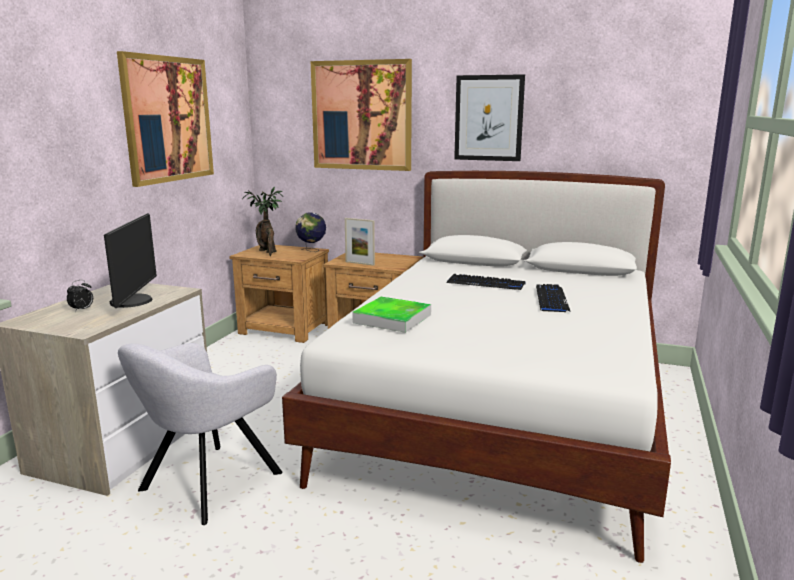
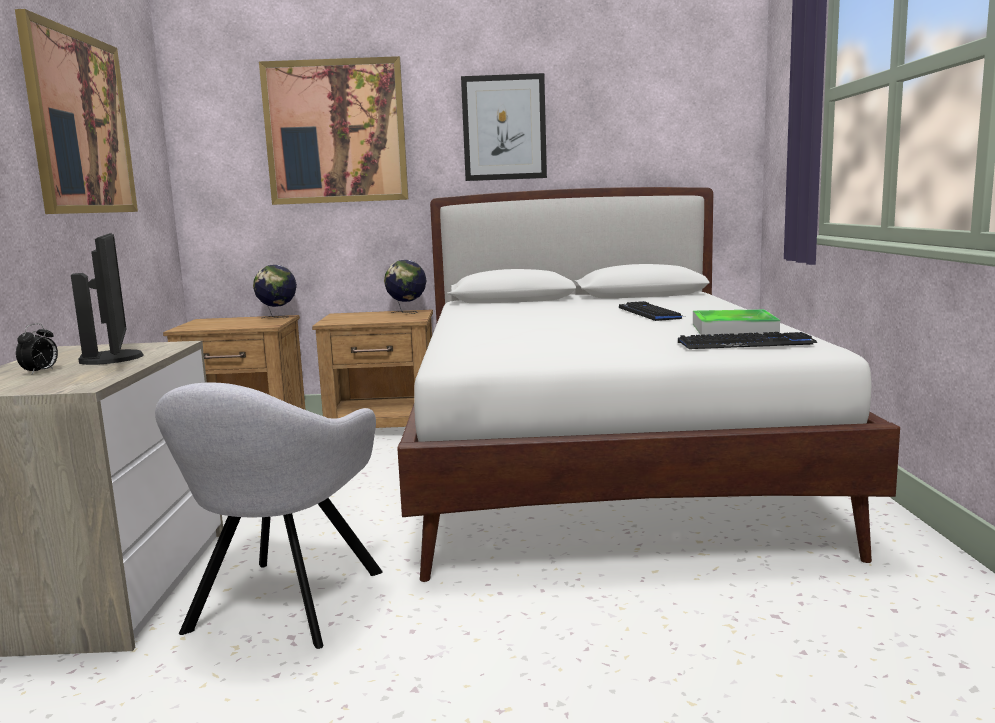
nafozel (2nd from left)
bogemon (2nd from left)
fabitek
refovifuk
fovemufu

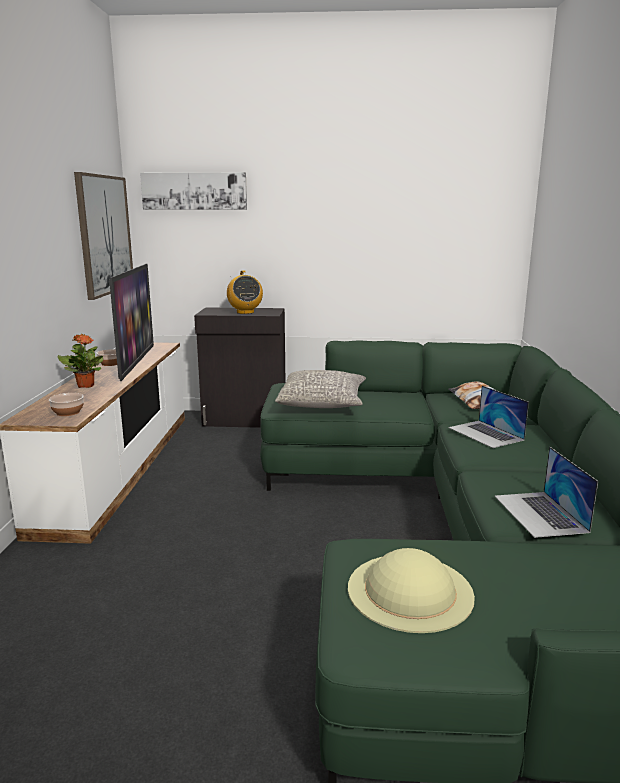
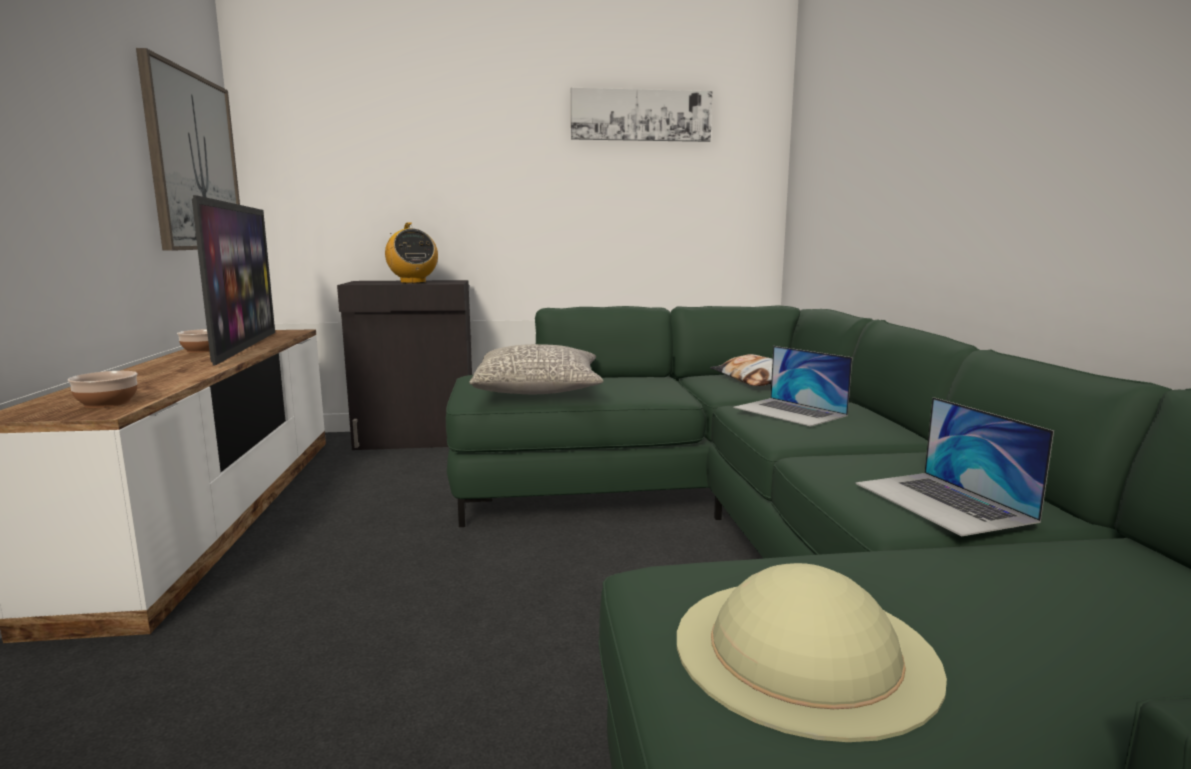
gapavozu (2nd from left)
refovifuk

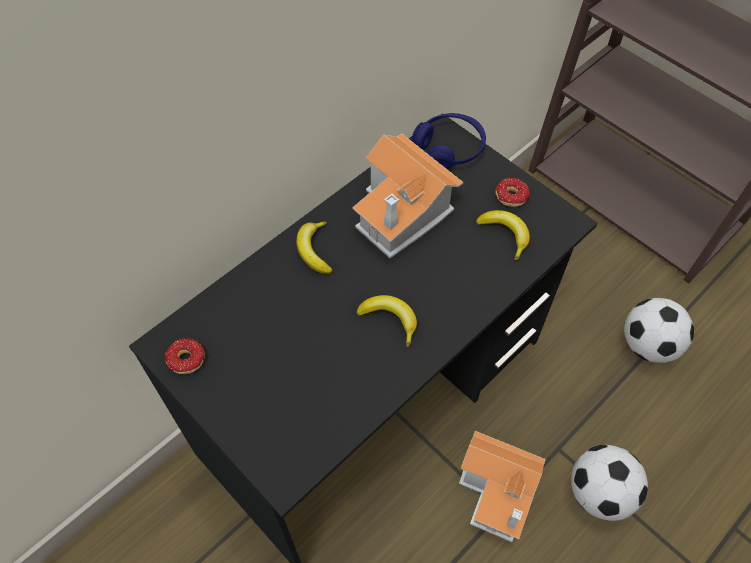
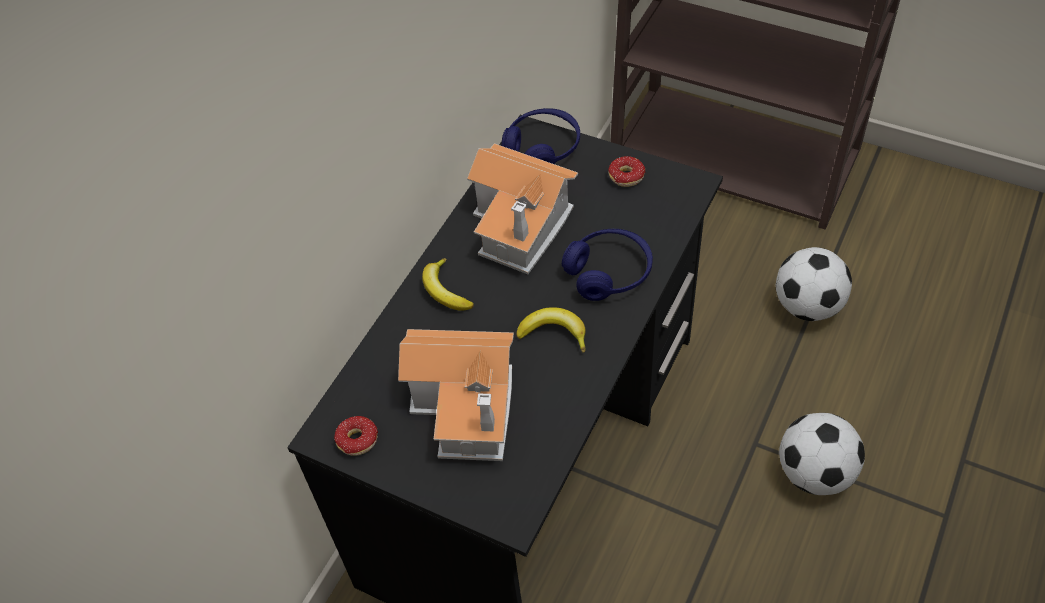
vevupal (1st from left)
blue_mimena (2nd from left)
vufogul (3rd from left in the first image)

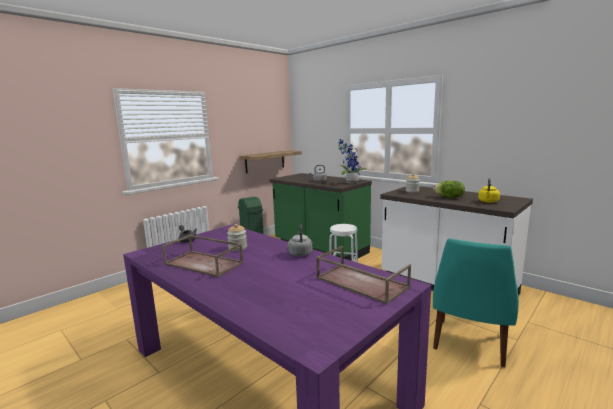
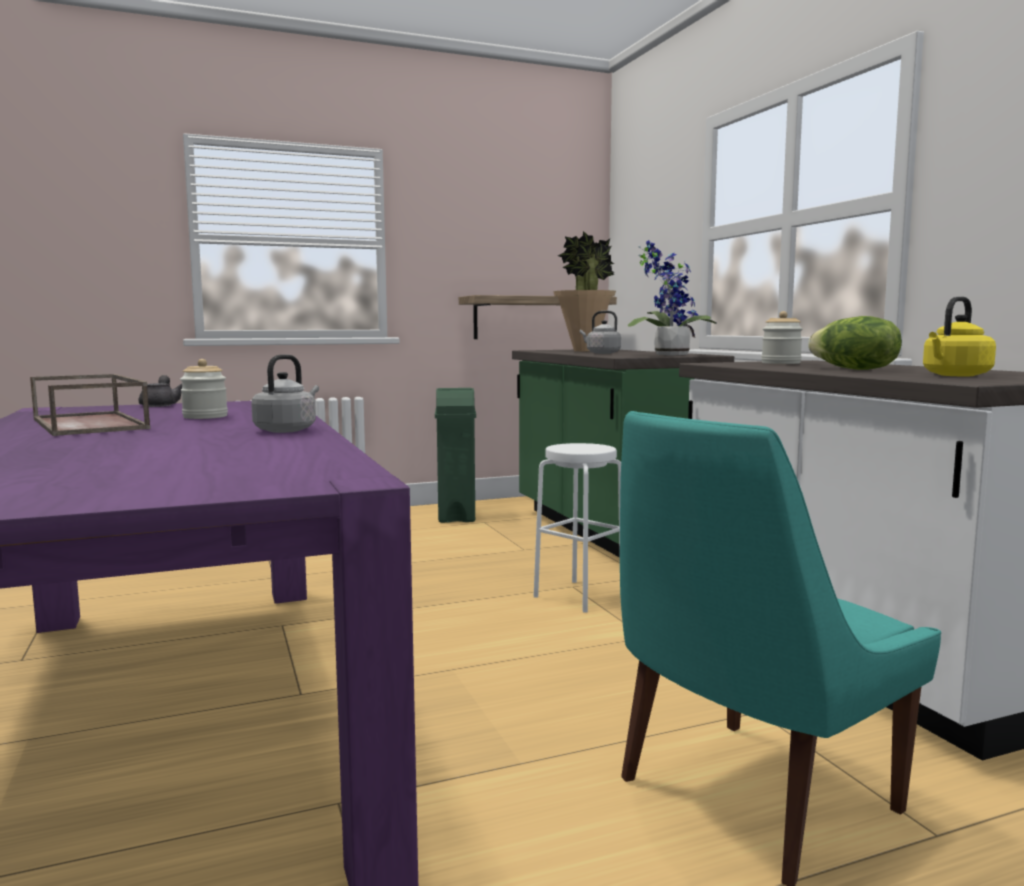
refovifuk (1st from left)
brown_fabitek (2nd from left in the first image)

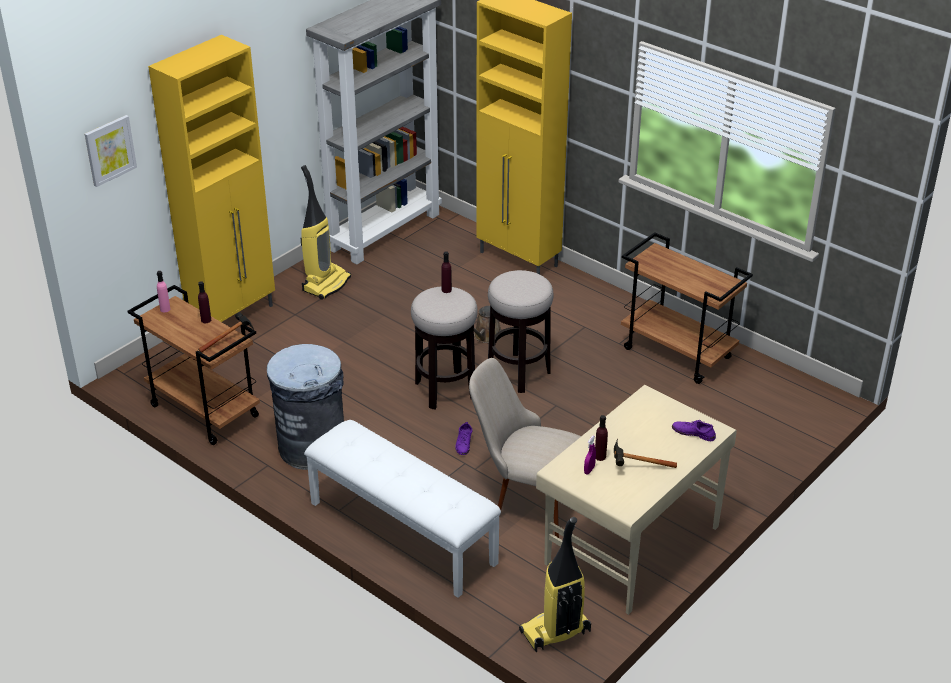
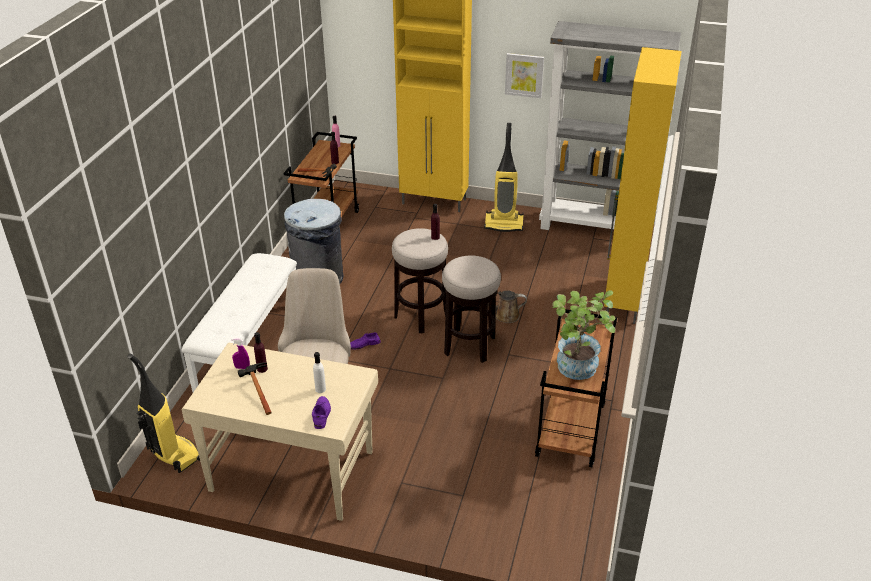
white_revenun
gapavozu
refovifuk

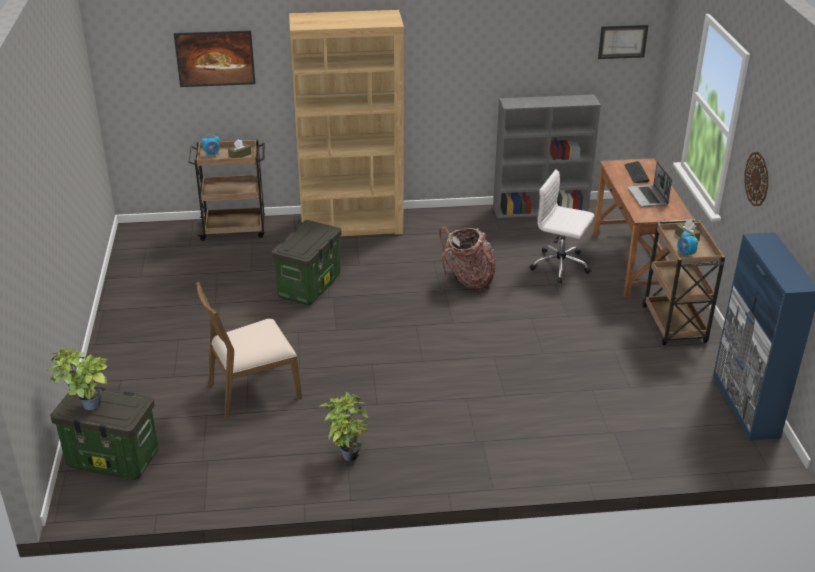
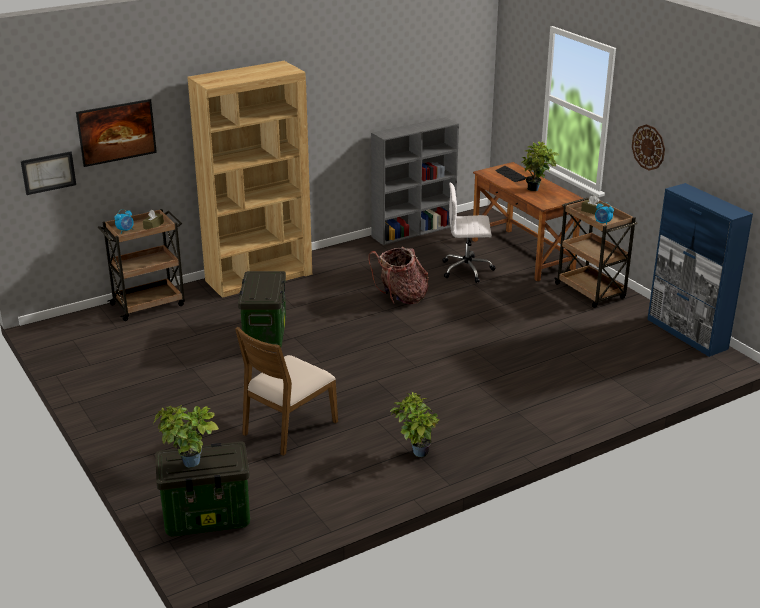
gapavozu (1st from left)
refovifuk (3rd from left)

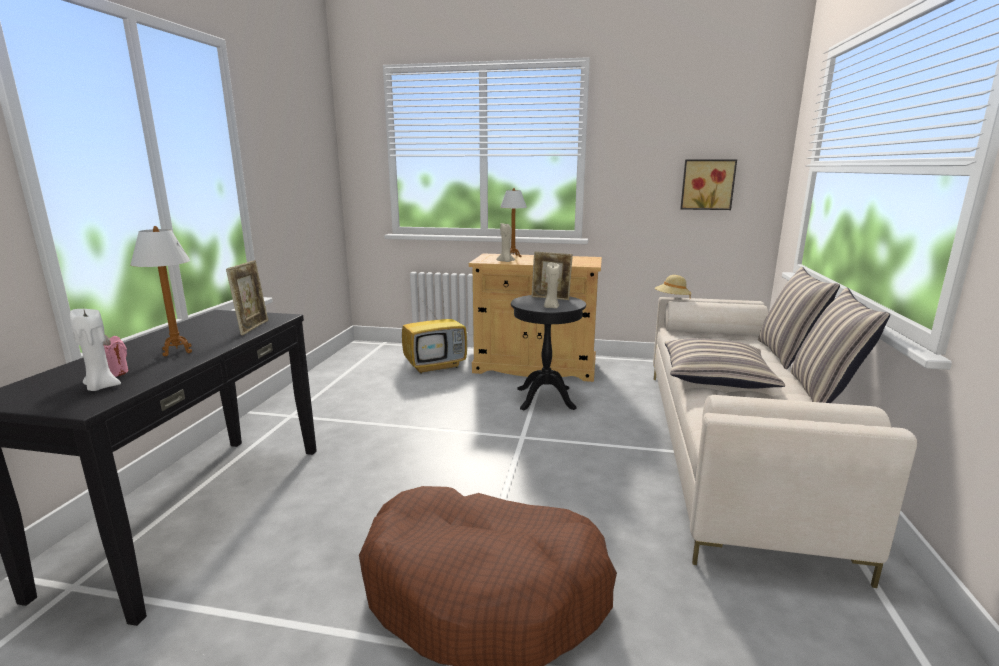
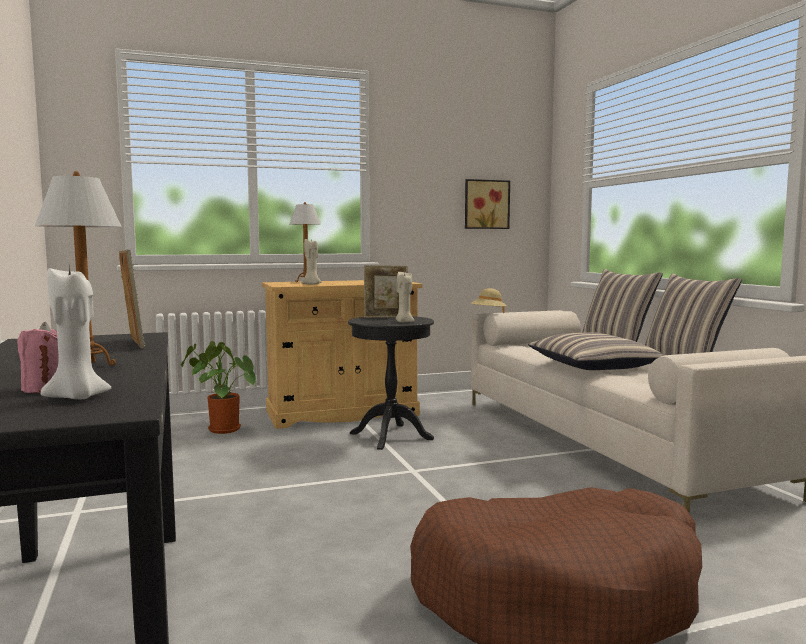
refovifuk

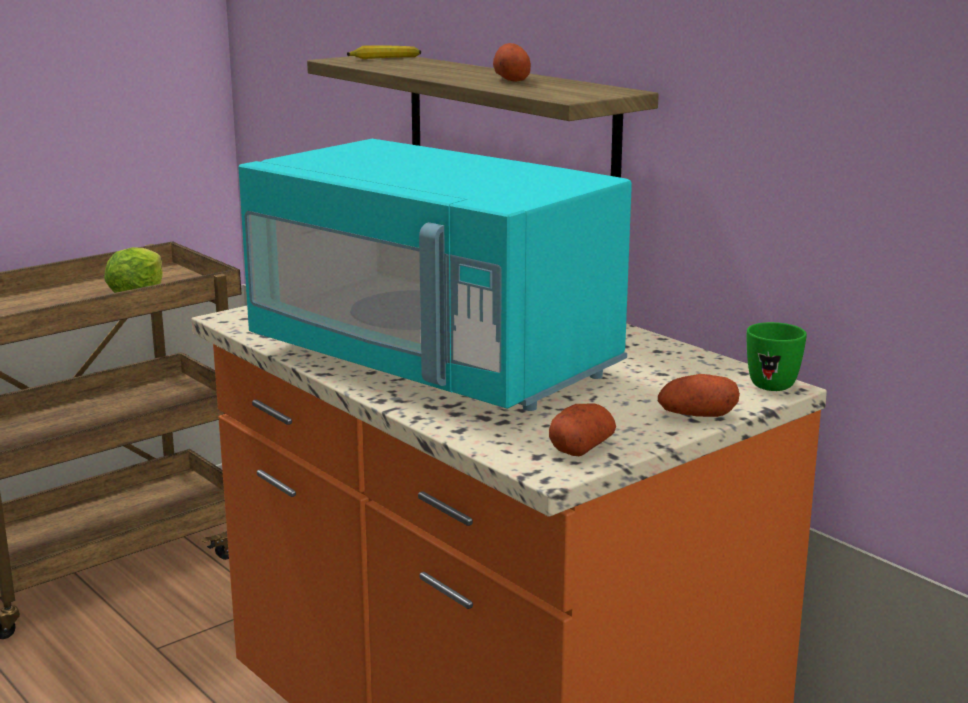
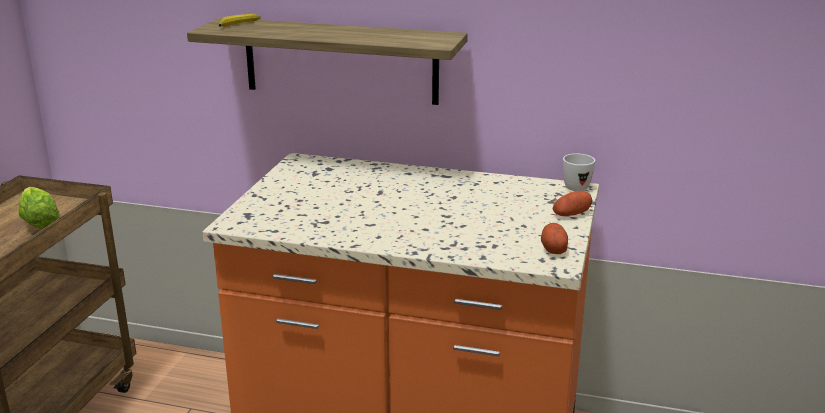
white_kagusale
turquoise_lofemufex
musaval (1st from left in the first image)

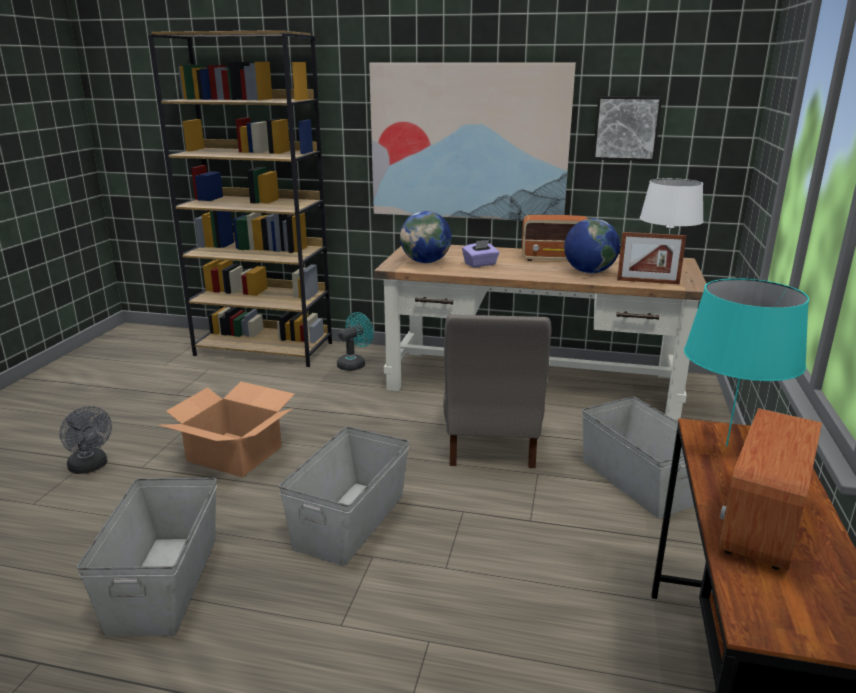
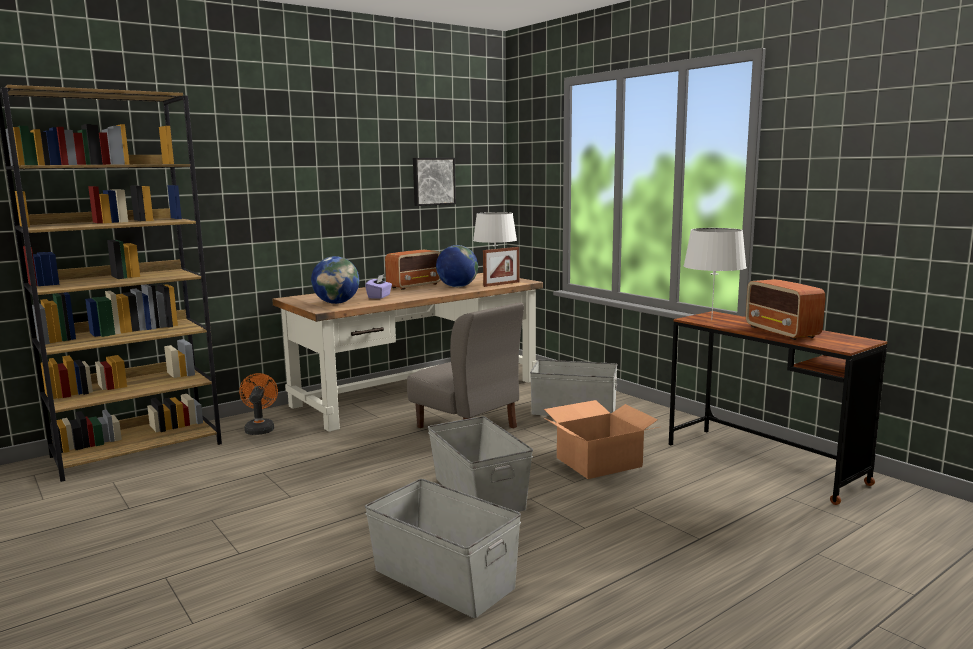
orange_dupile
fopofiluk
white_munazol (2nd from left)
grey_dupile
gapavozu (1st from left in the first image)

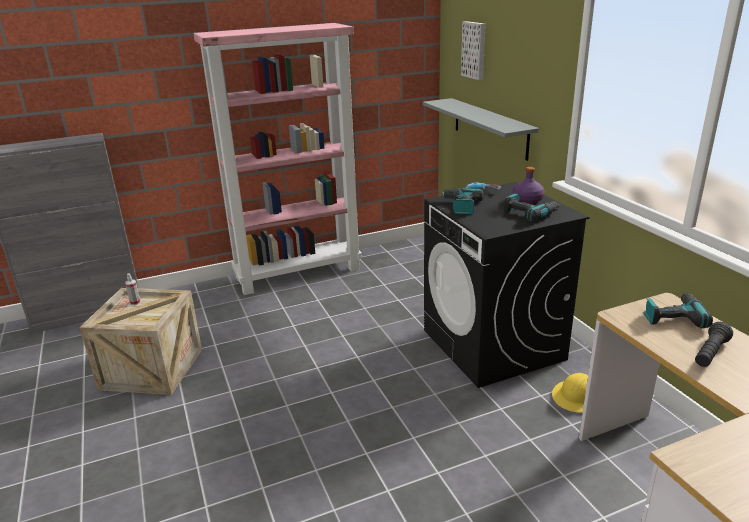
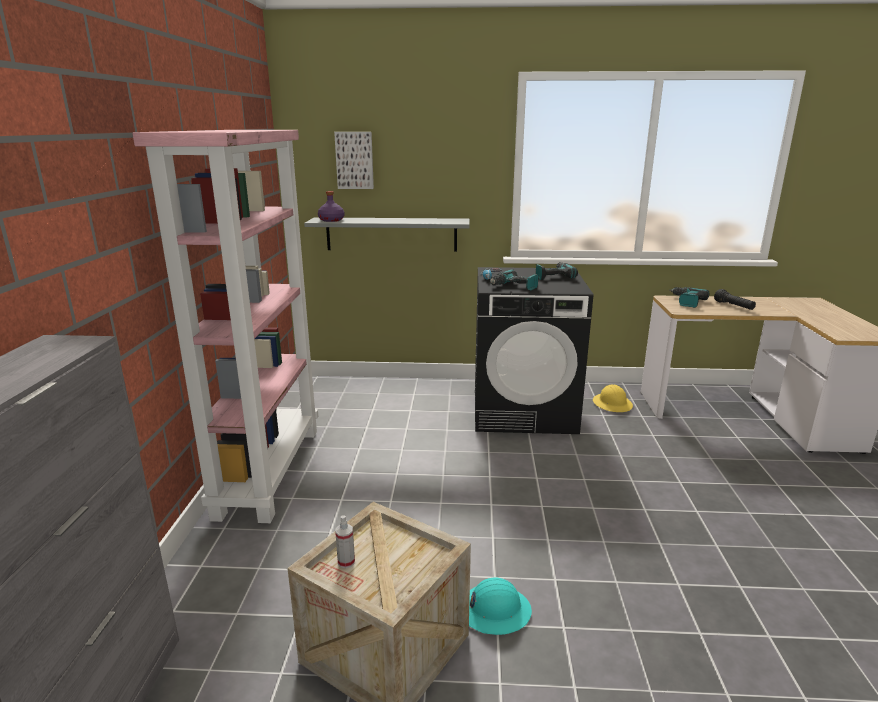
purple_revenun
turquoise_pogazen

